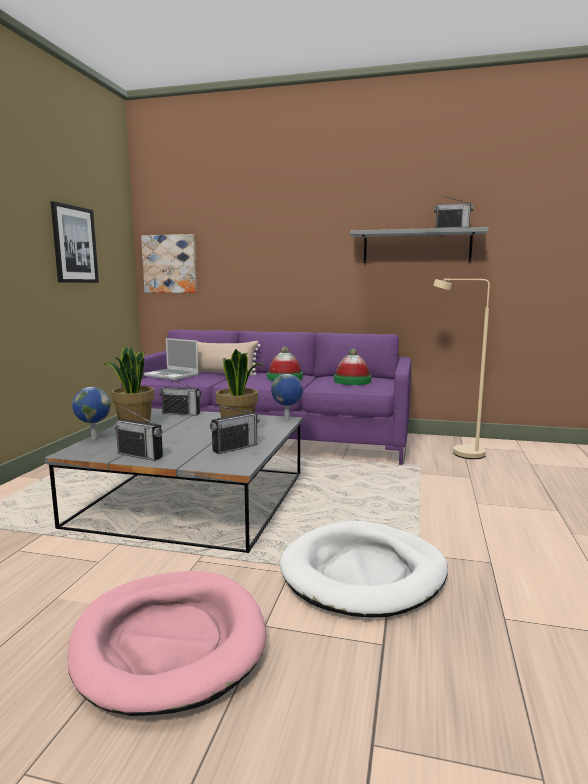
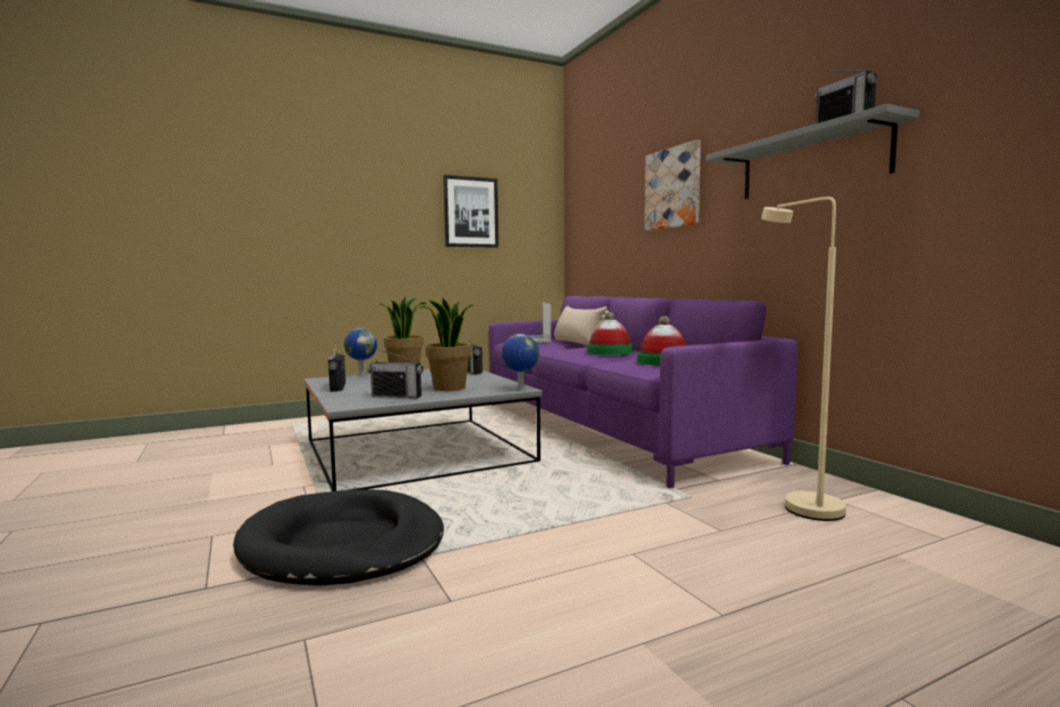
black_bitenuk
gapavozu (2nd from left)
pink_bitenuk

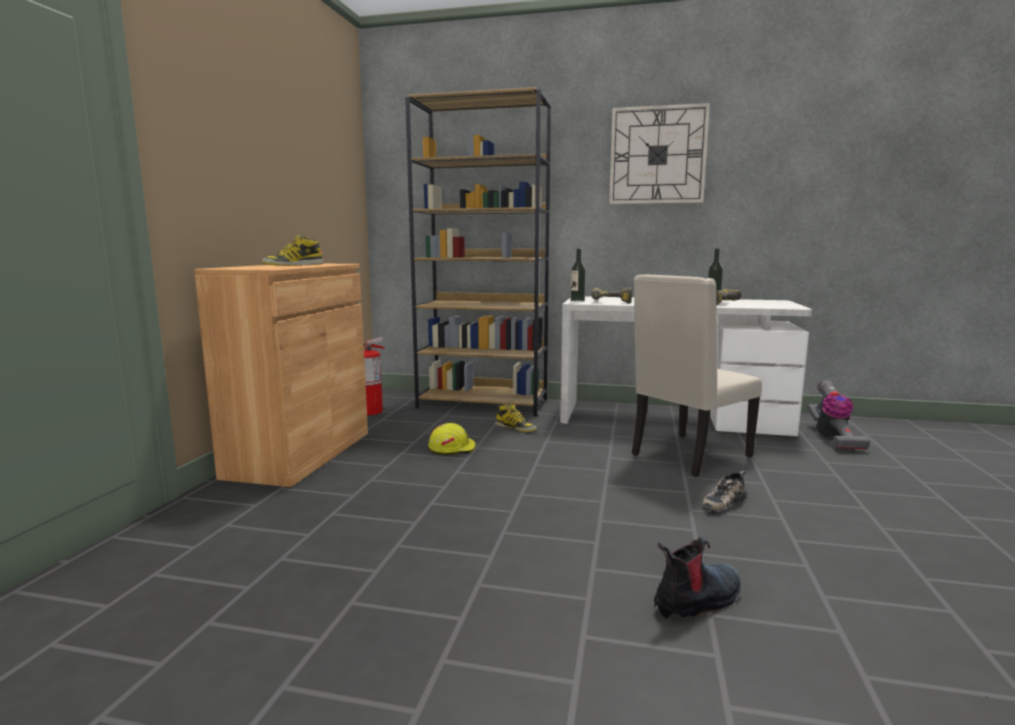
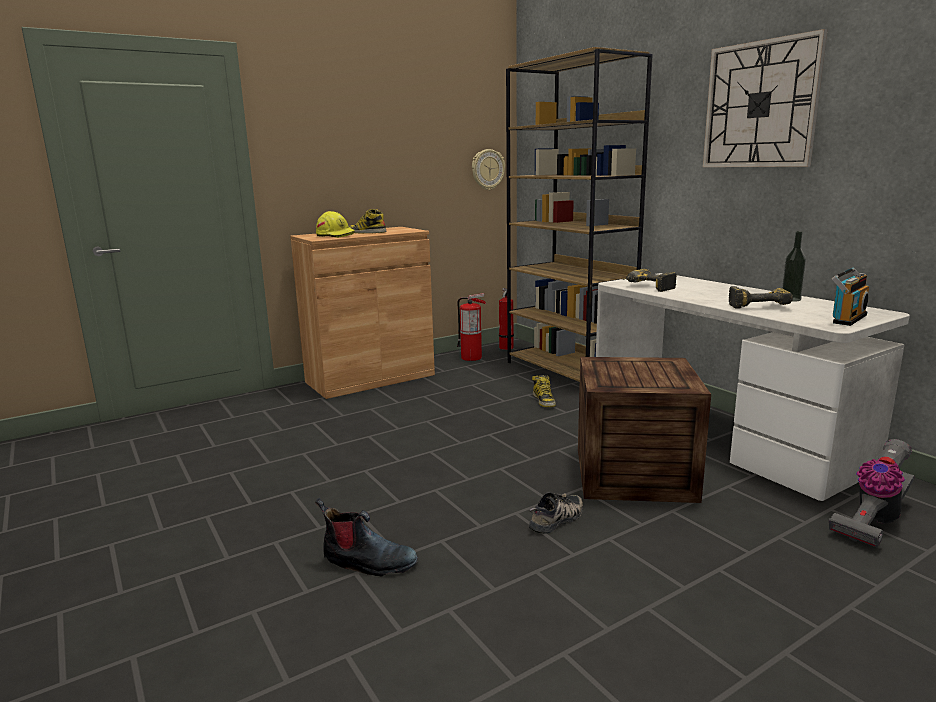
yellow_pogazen
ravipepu (1st from left)
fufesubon (2nd from left)
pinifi
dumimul
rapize
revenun (1st from left in the first image)

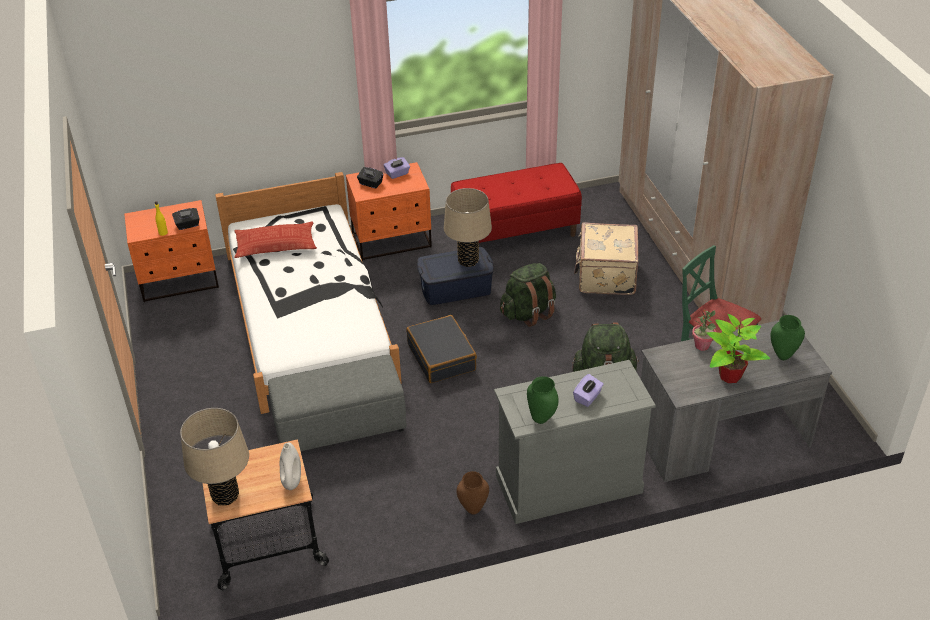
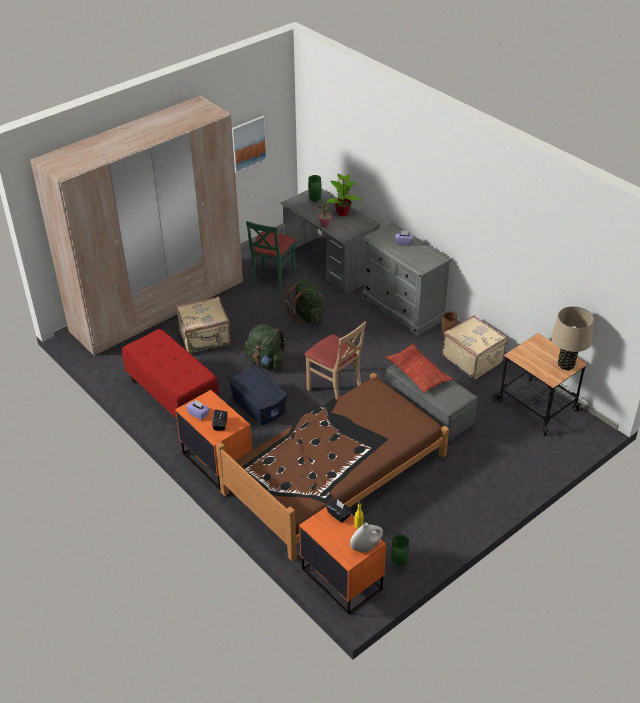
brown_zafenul
gapavozu
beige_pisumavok
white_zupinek
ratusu
green_zupinek (2nd from left)
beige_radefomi (2nd from left)
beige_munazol (2nd from left in the first image)

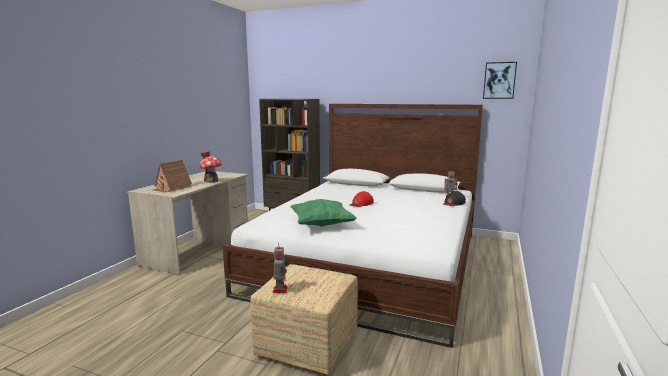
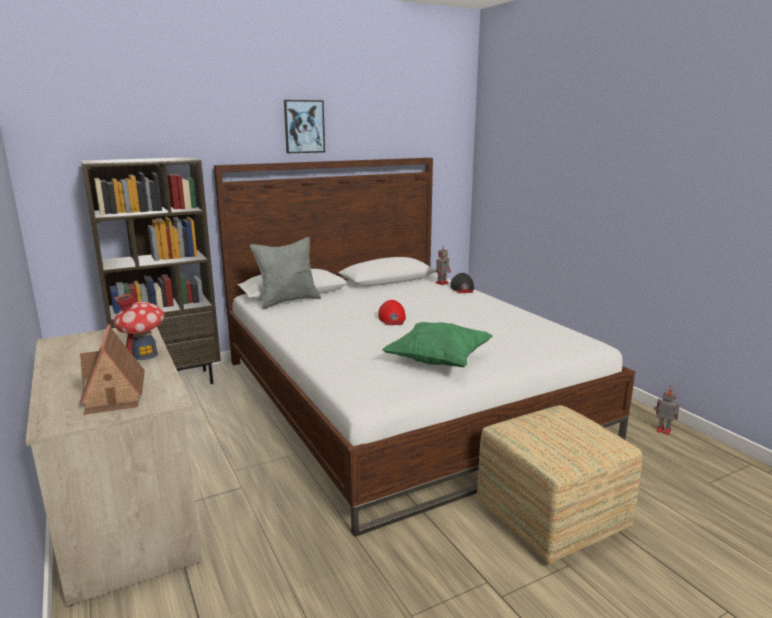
grey_ratusu
gapavozu
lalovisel (2nd from left)

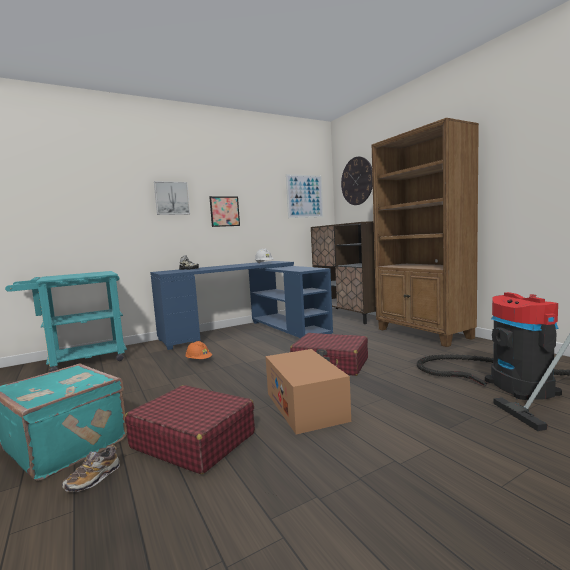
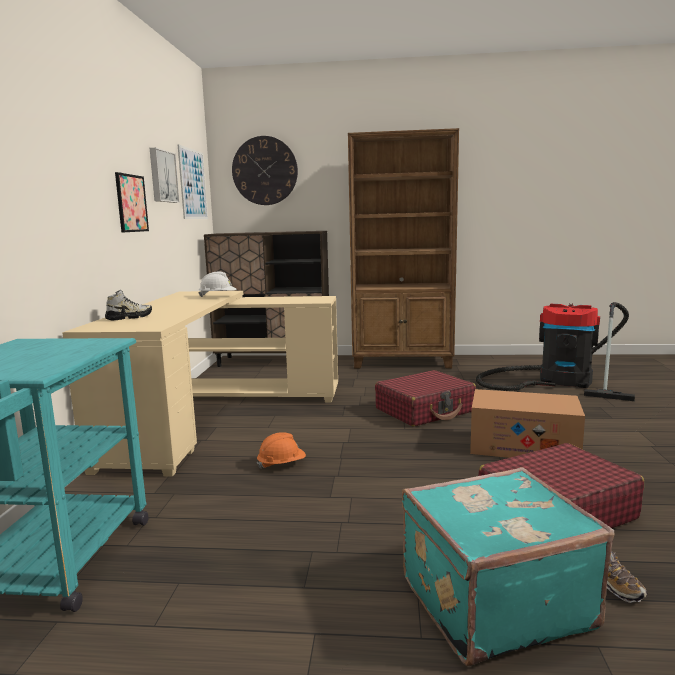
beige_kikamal
gapavozu (2nd from left)

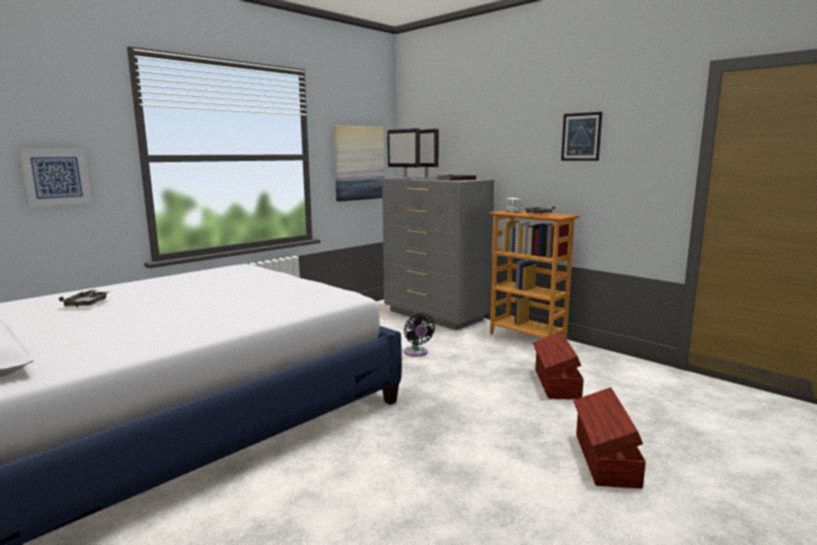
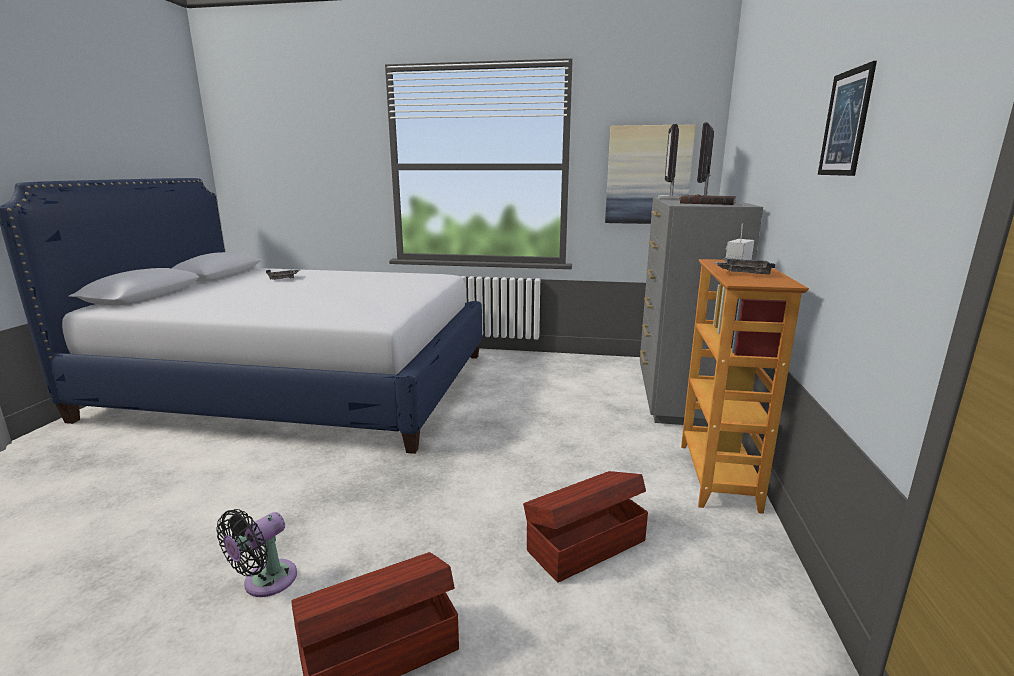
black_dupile
gapavozu (1st from left in the first image)

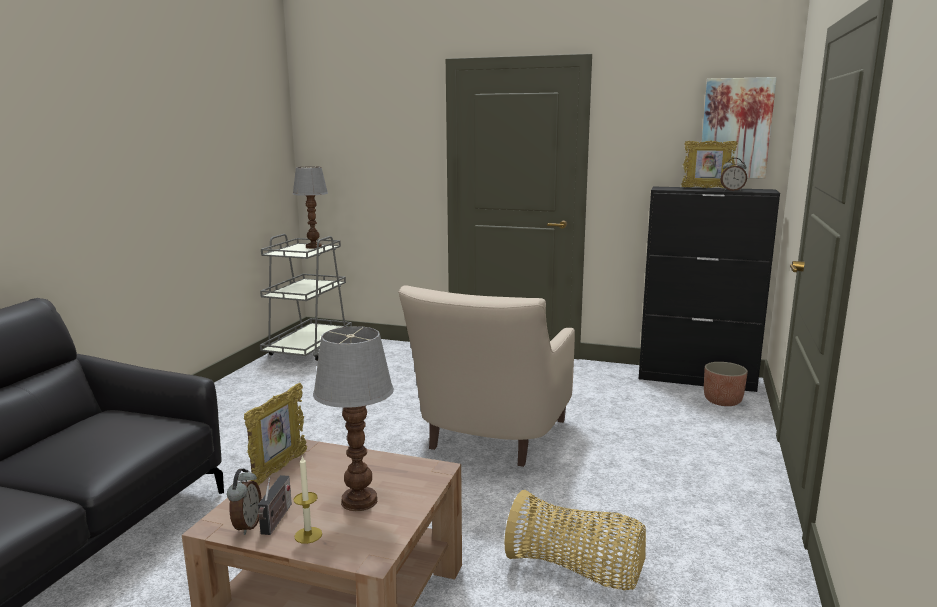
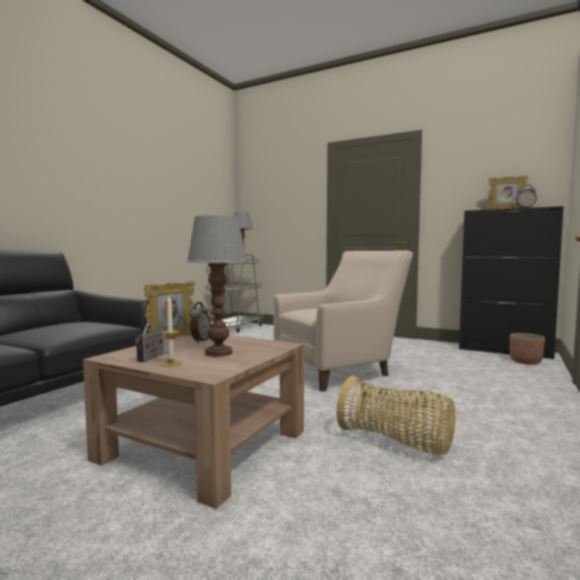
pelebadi (1st from left)
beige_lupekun
gapavozu

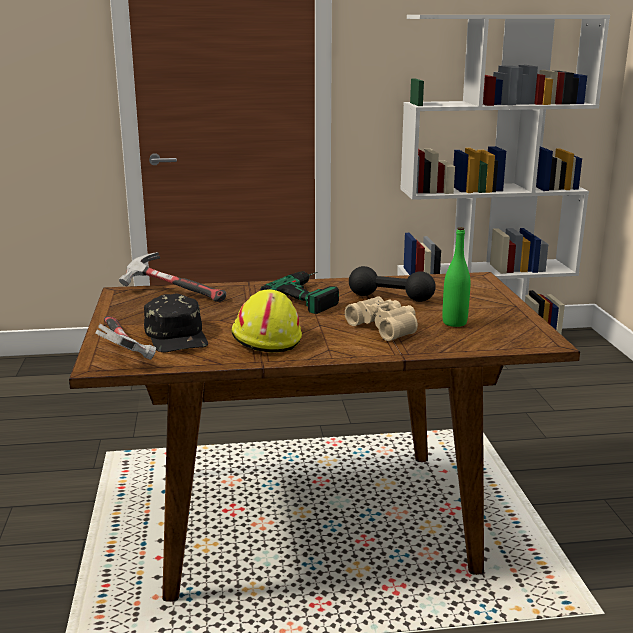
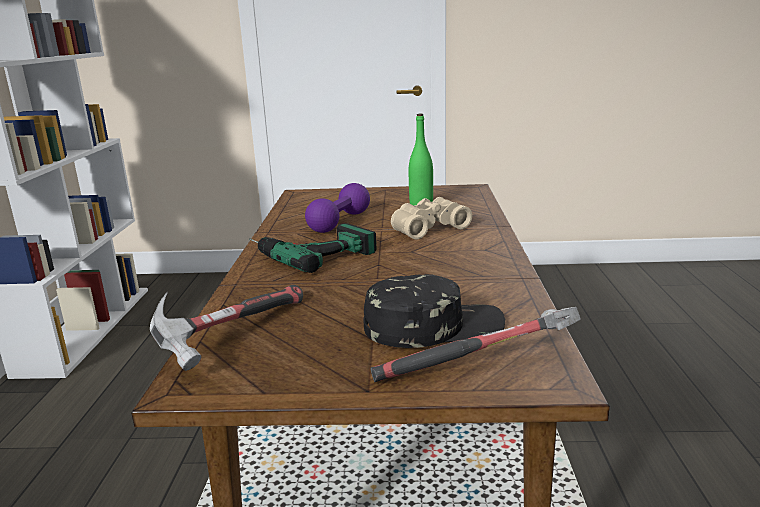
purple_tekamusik
yellow_pogazen

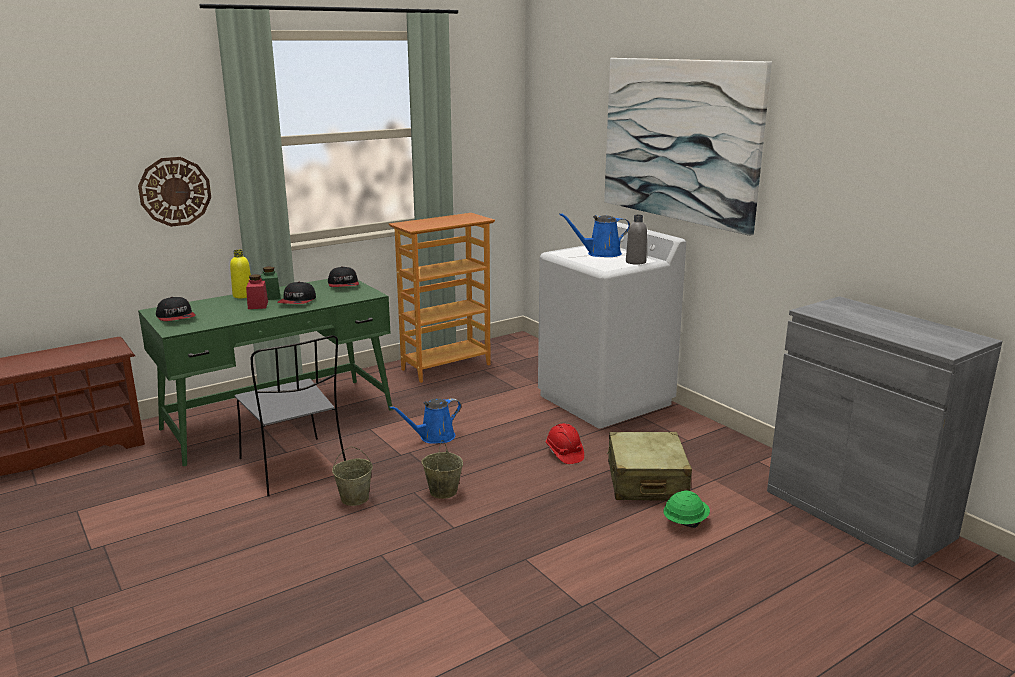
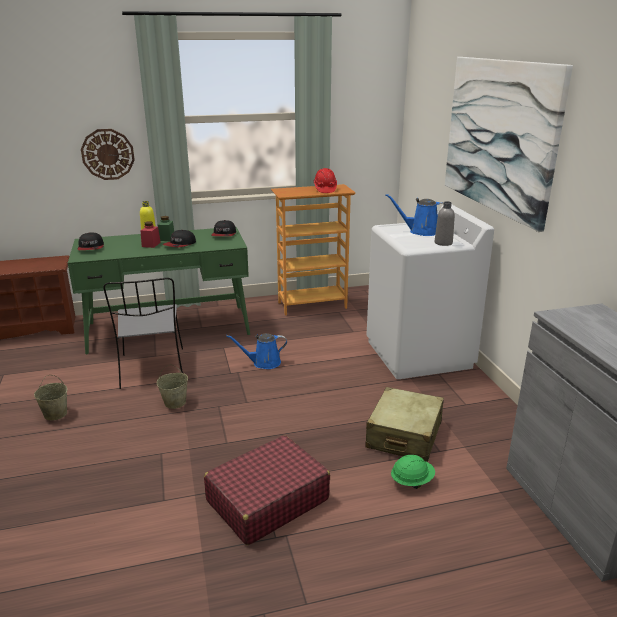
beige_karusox (1st from left)
red_radefomi
red_pogazen

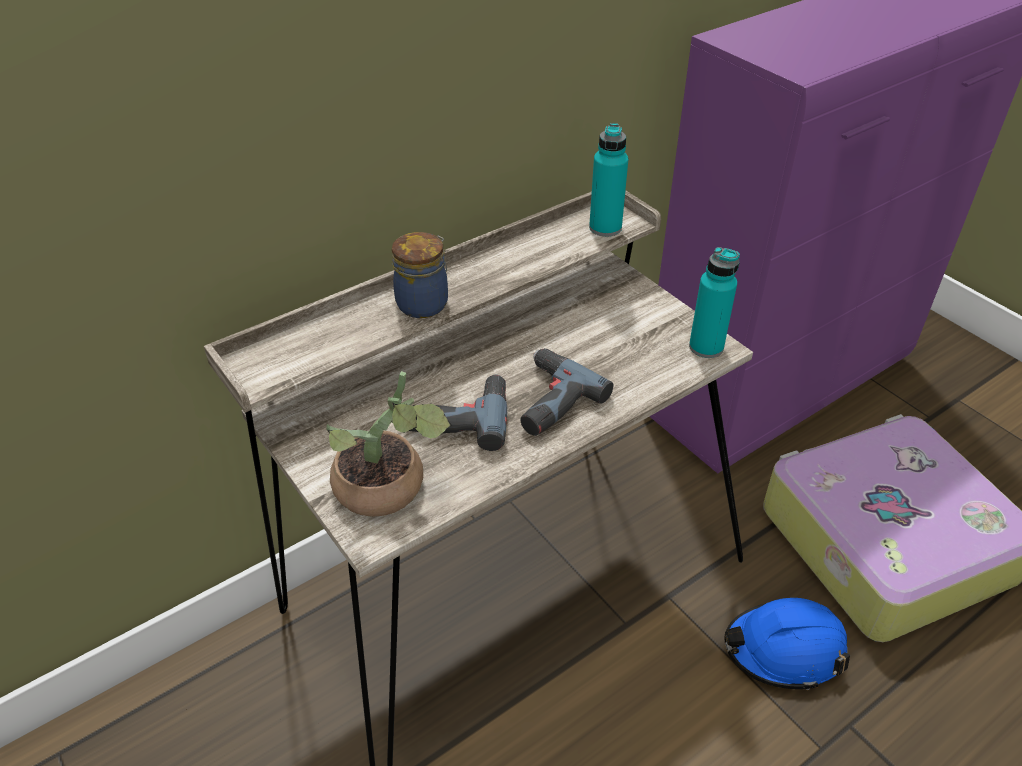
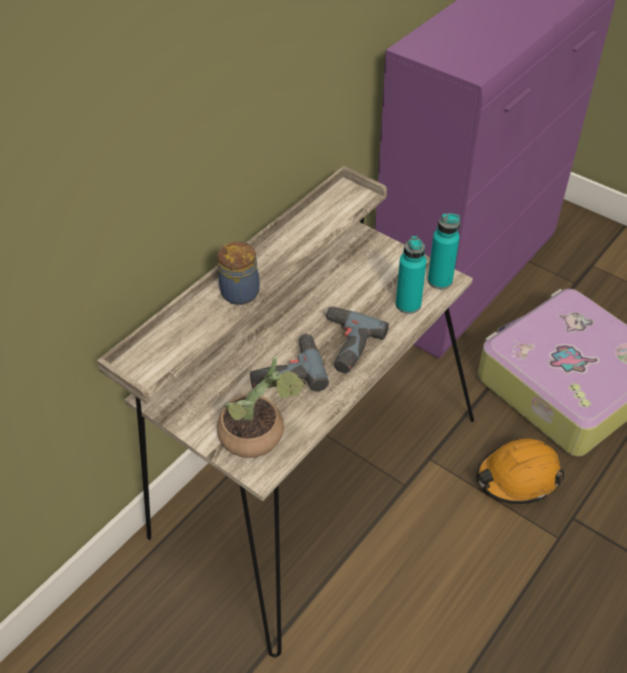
turquoise_revenun (1st from left)
orange_pogazen

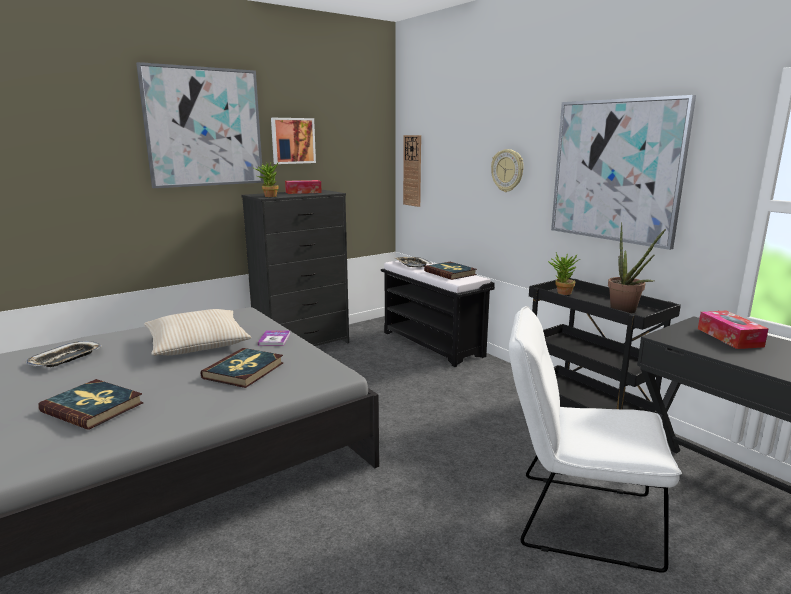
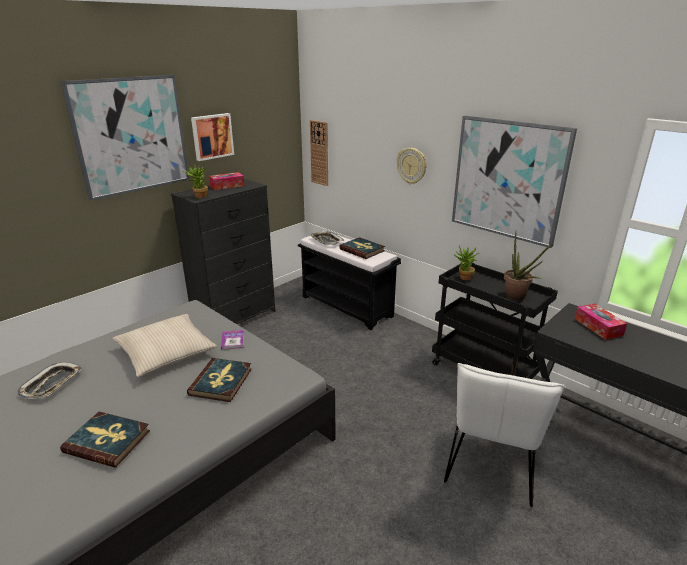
white_pisumavok

